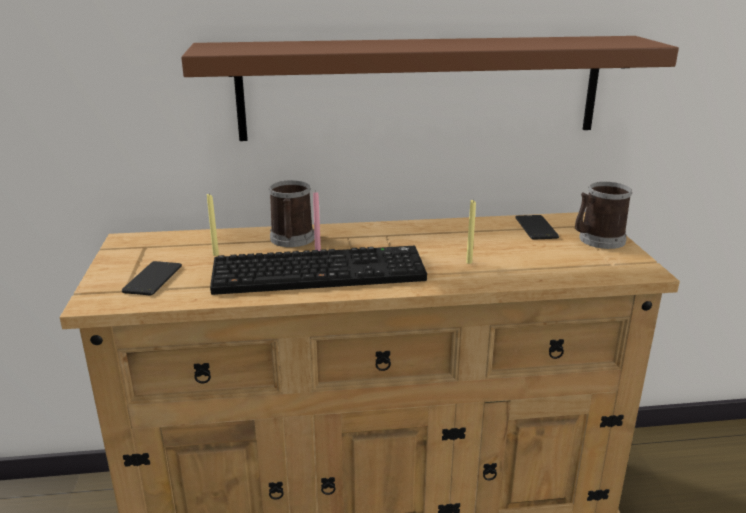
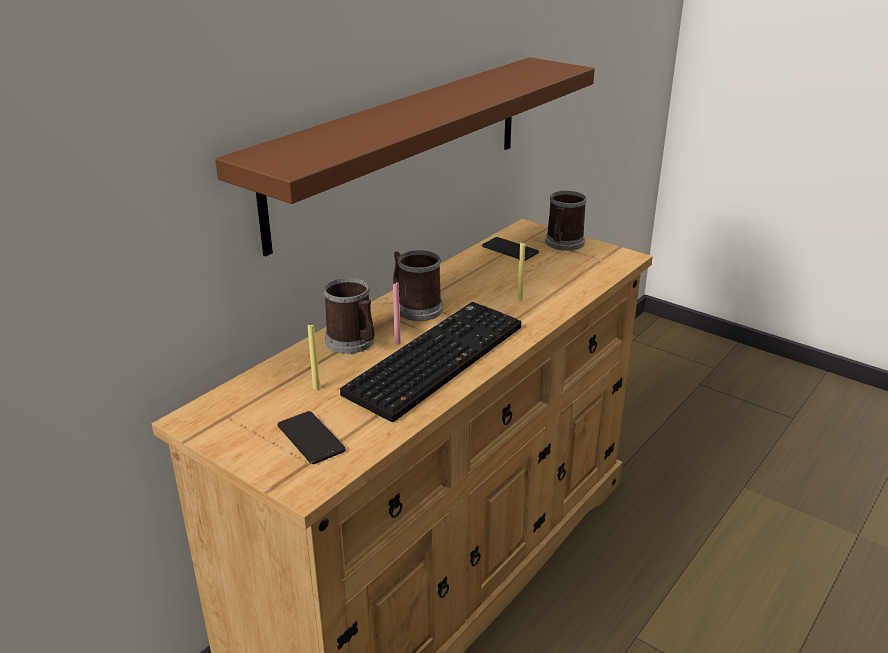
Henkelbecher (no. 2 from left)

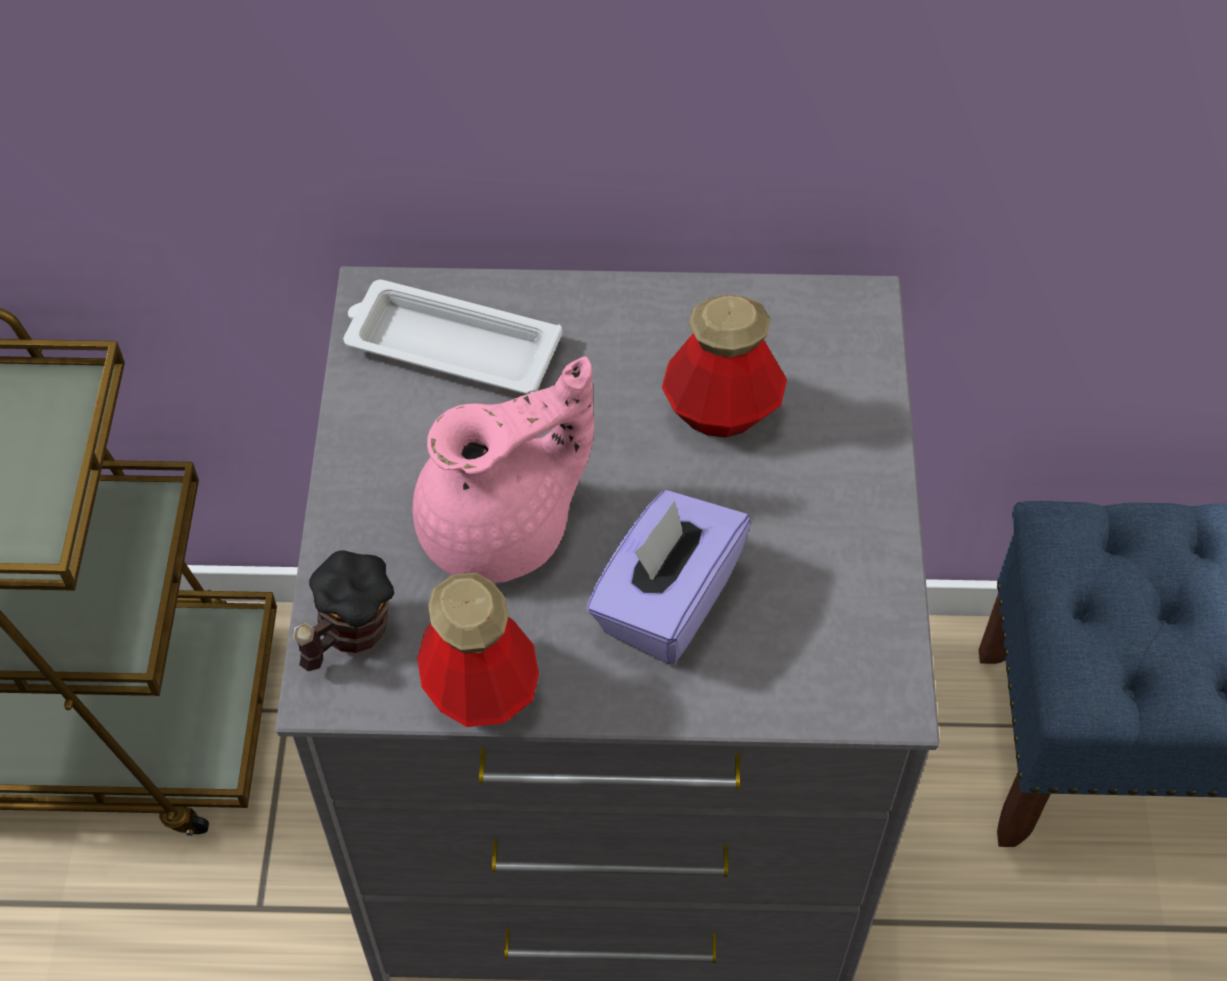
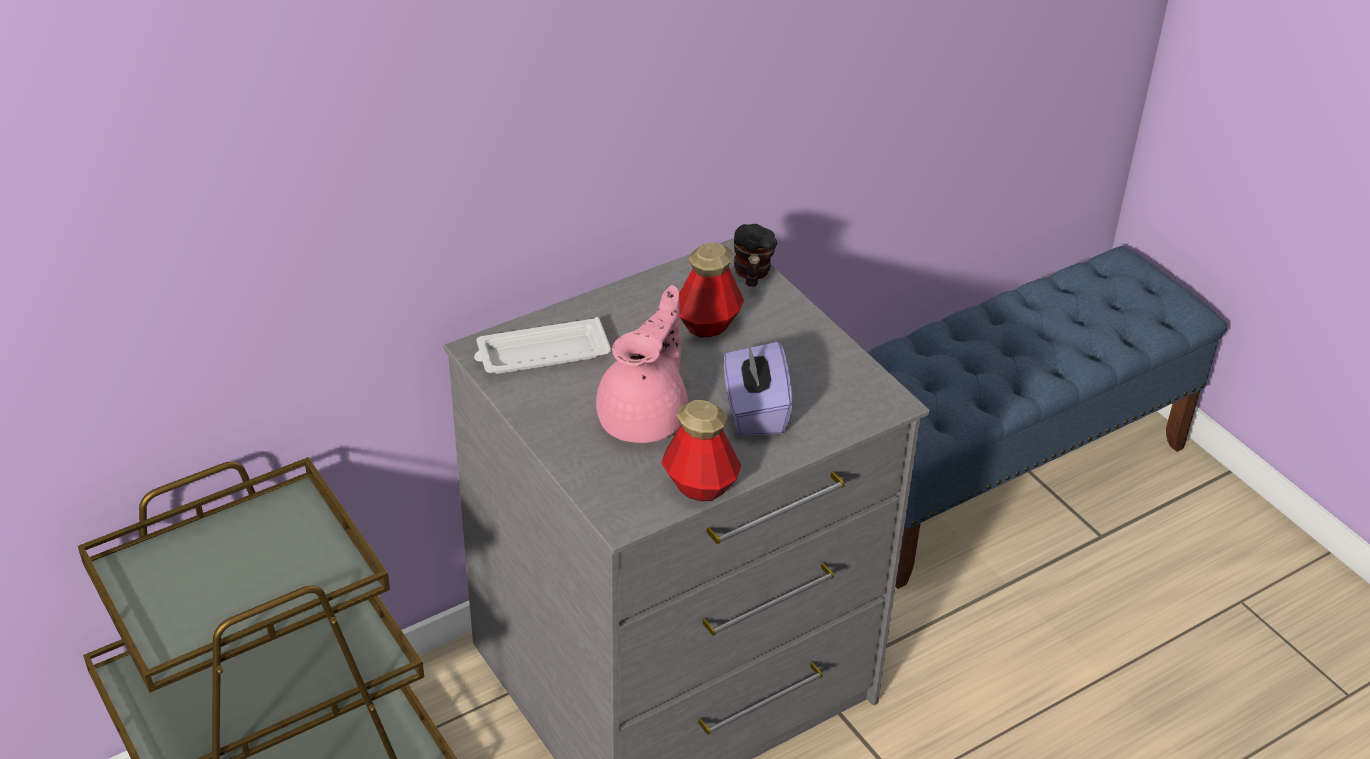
Henkelbecher

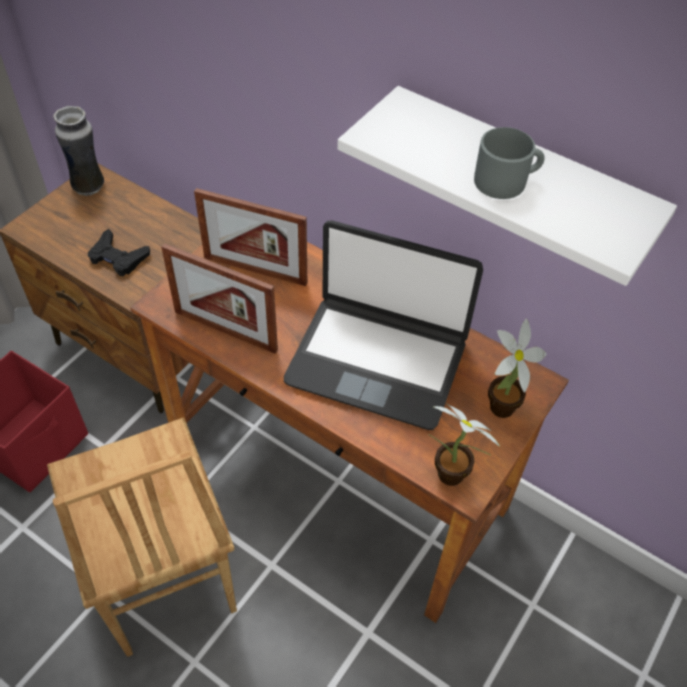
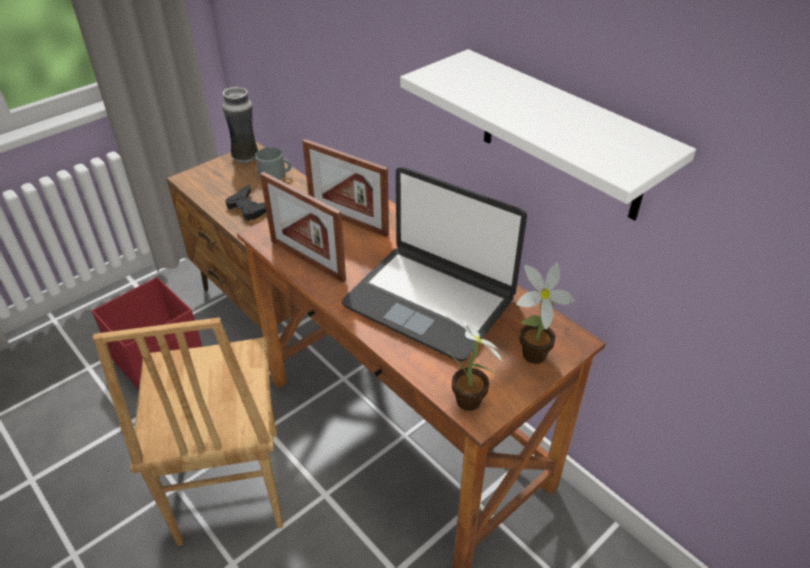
Henkelbecher/grau

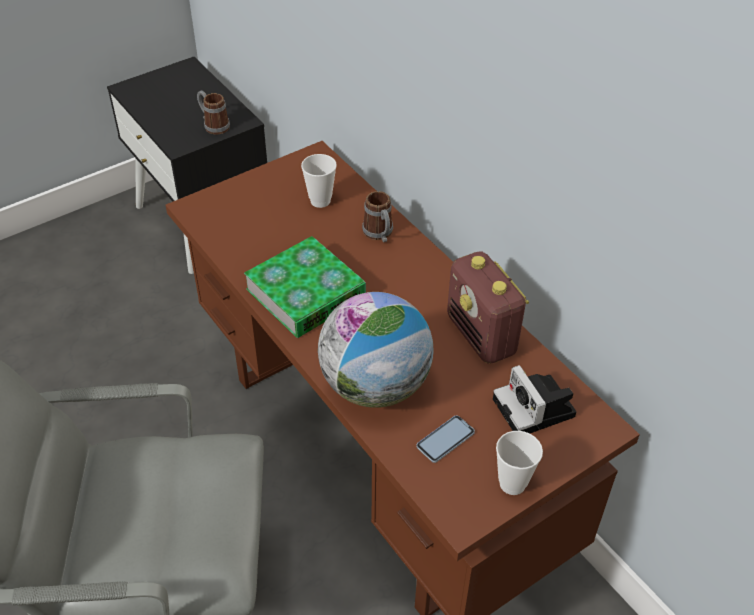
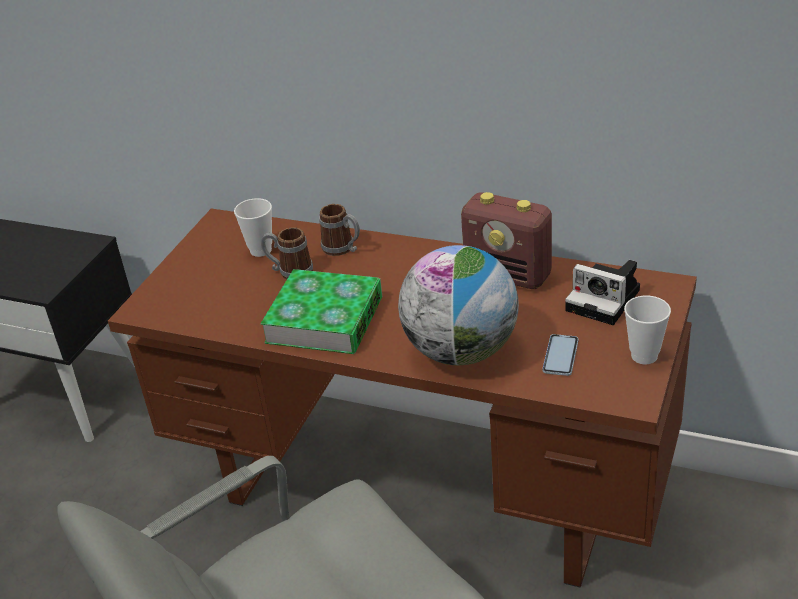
Henkelbecher (no. 1 from left)

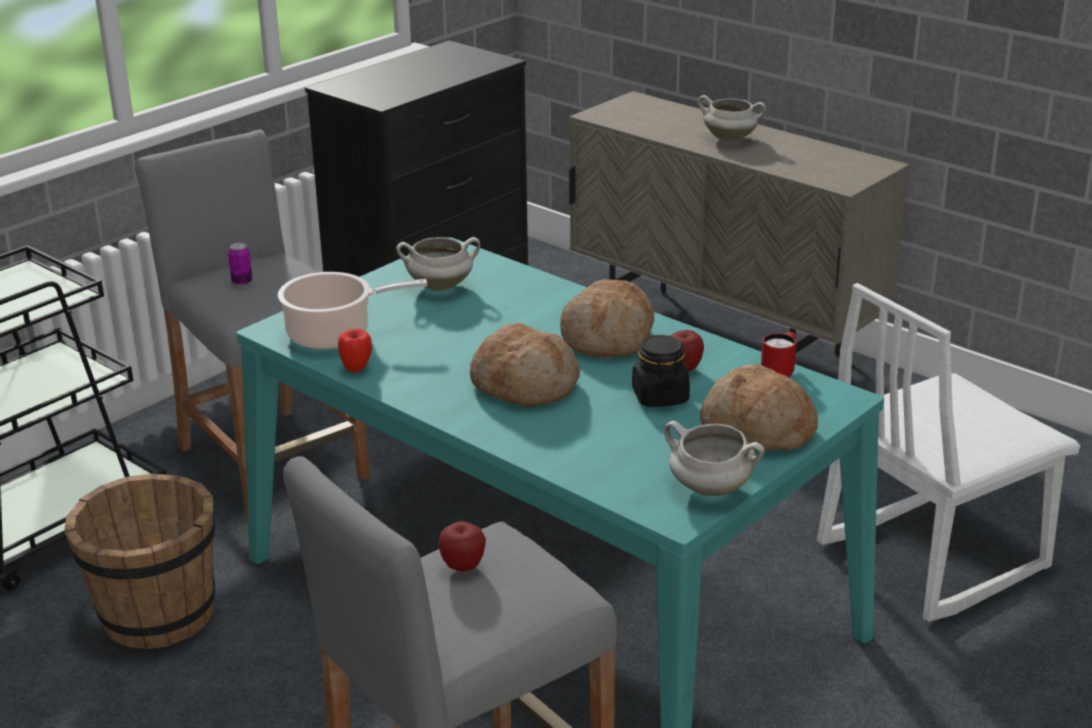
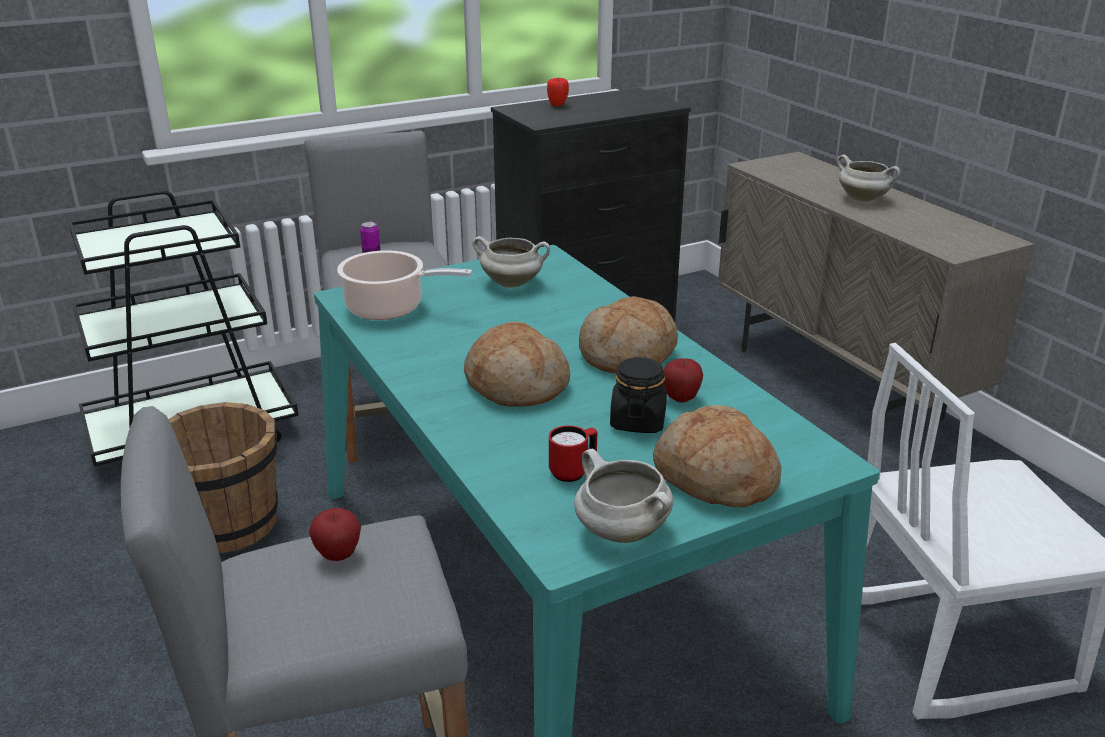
Apfel (no. 2 from left)
Henkelbecher/rot

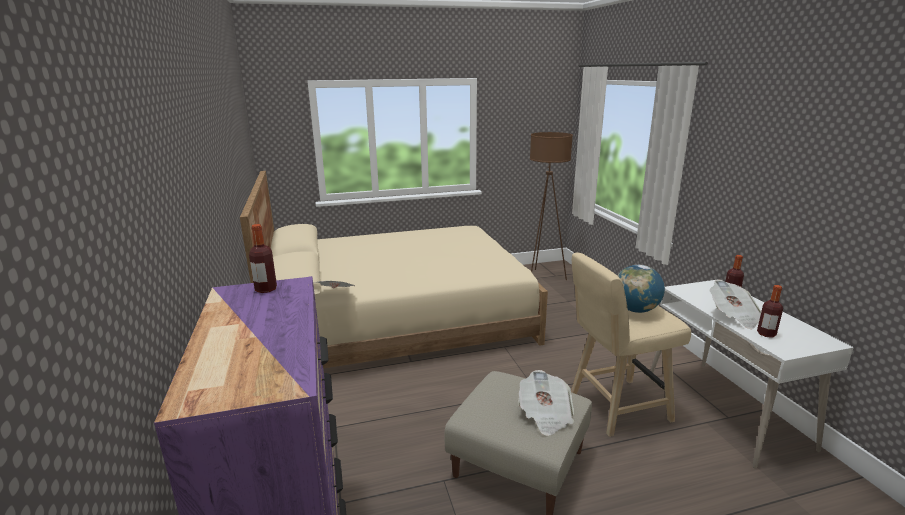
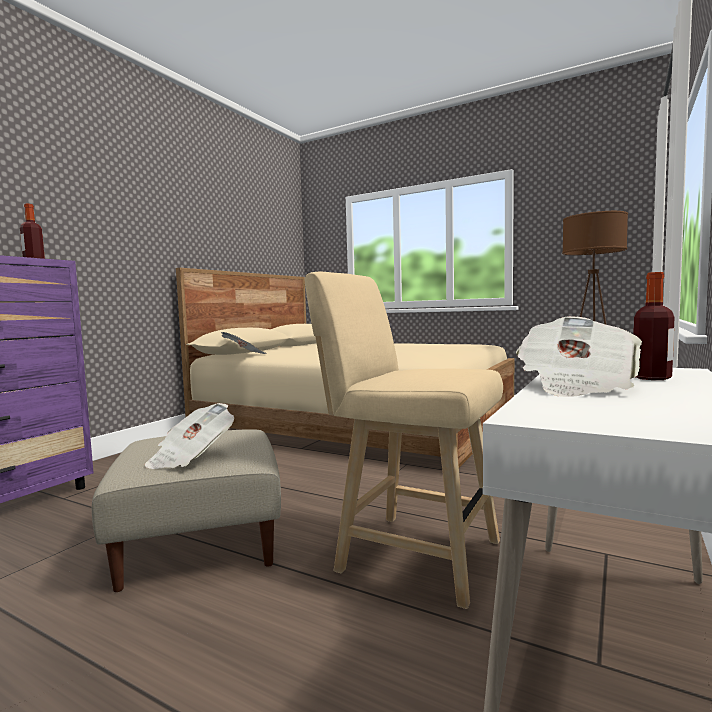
Globus
Flasche (no. 3 from left in the first image)

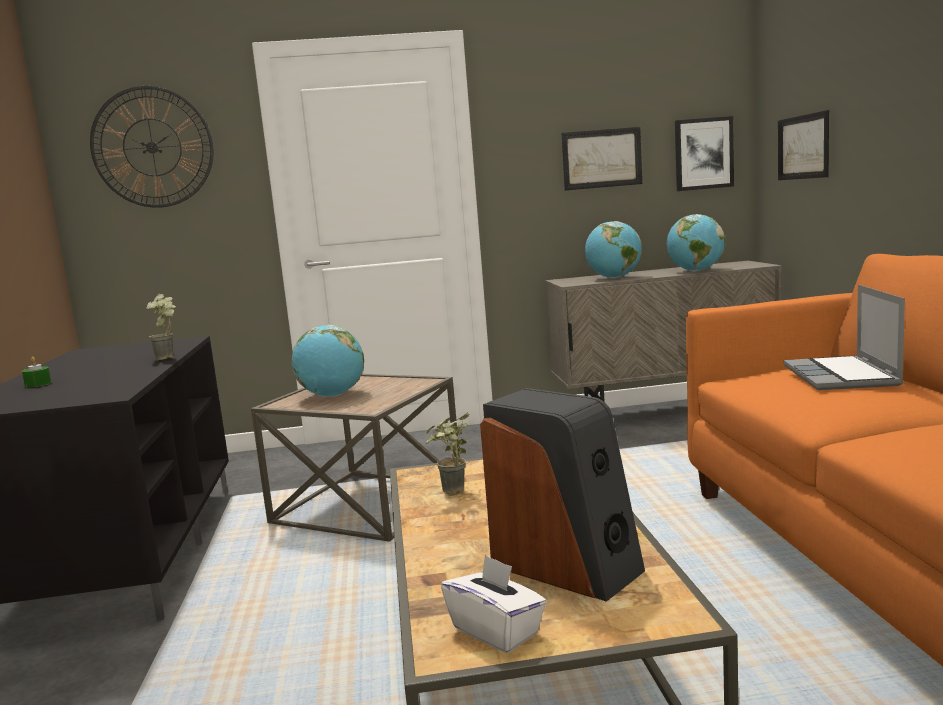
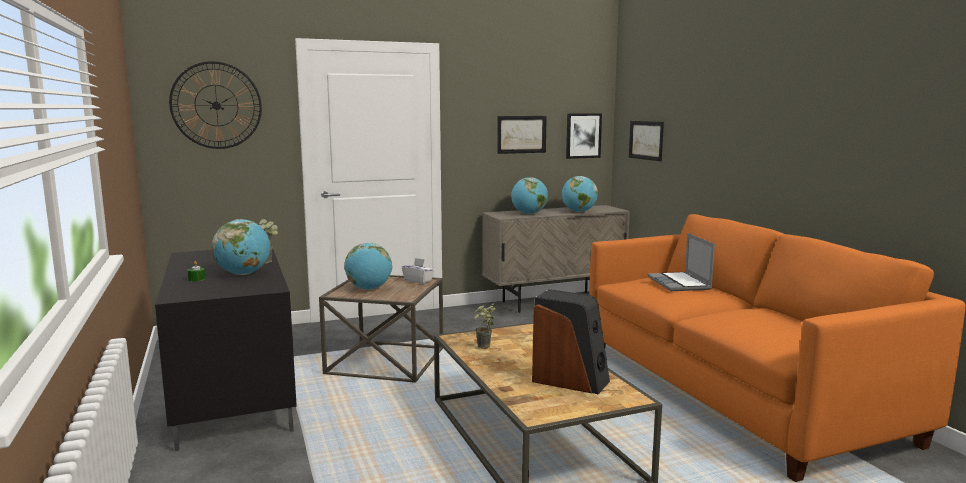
Globus (no. 1 from left)
Taschentuchbox/weiß

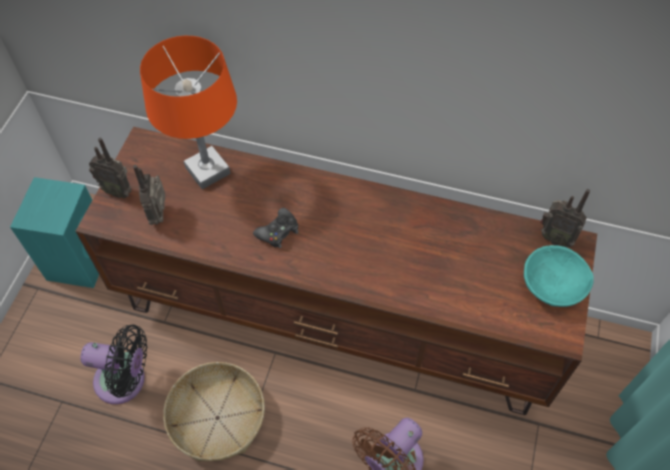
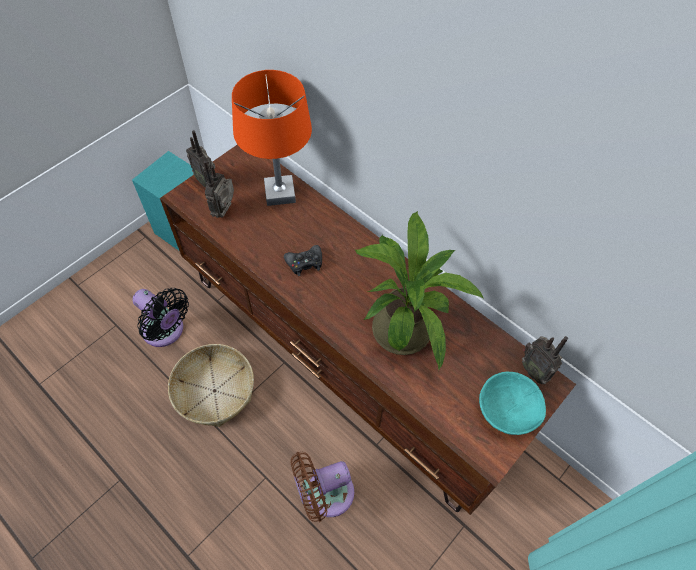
Topfpflanze

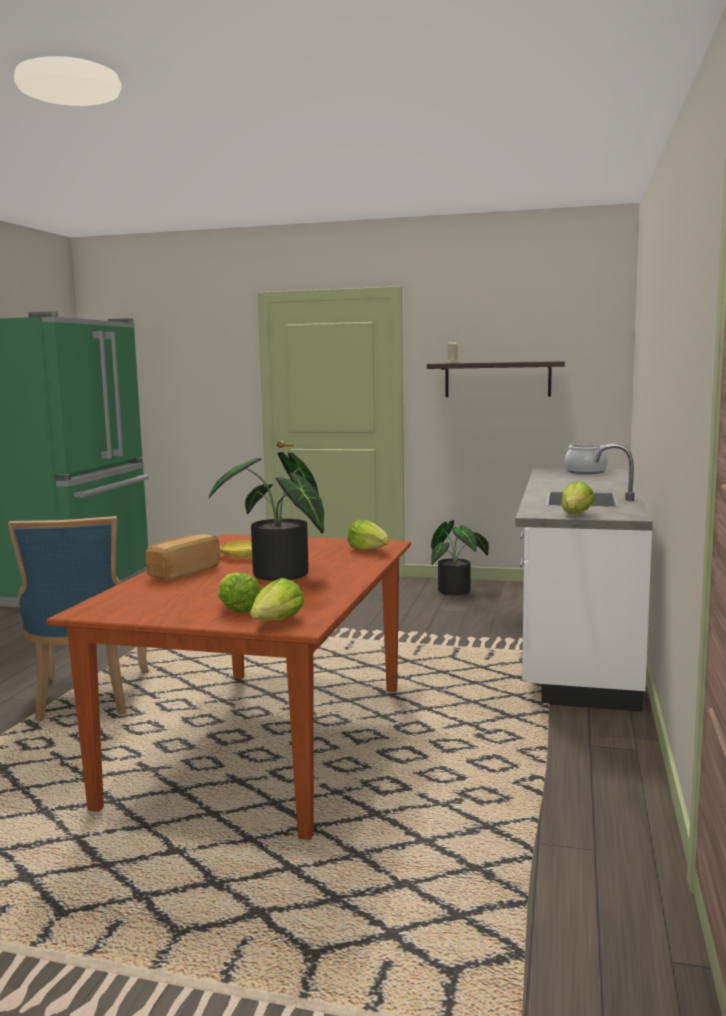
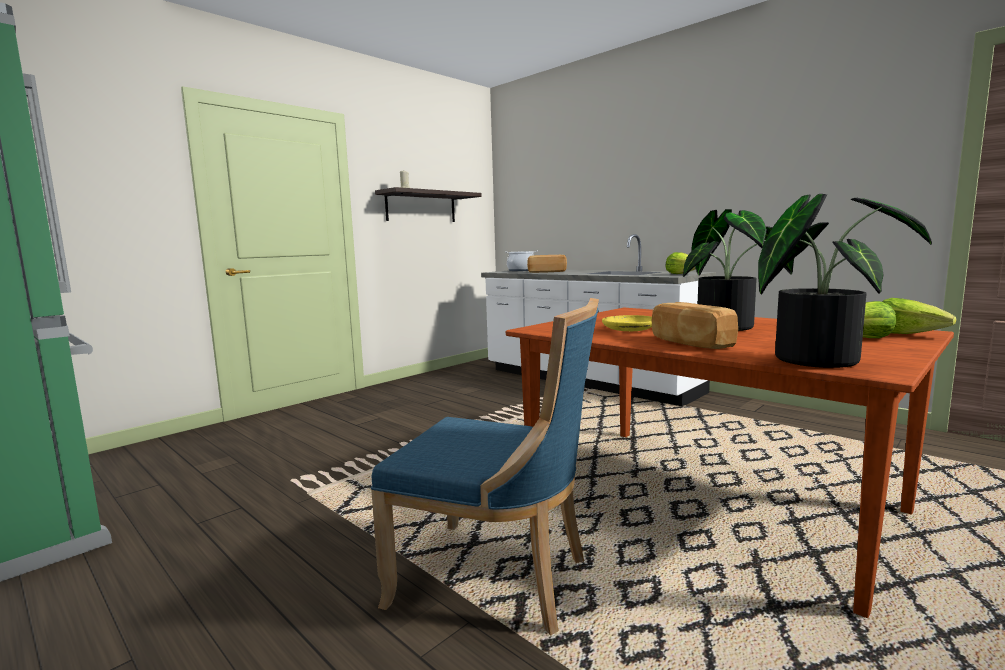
Salatkopf (no. 3 from left in the first image)
Brot (no. 1 from left)
Topfpflanze (no. 2 from left)

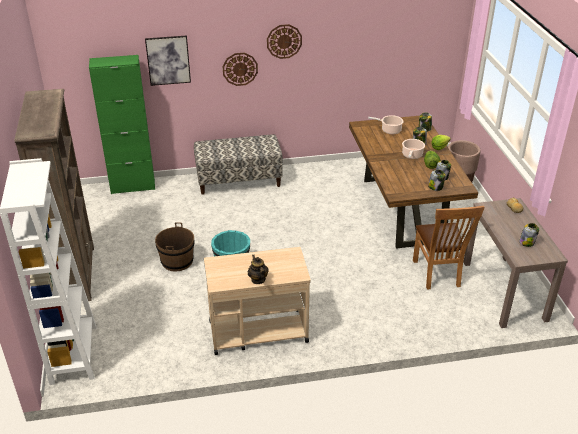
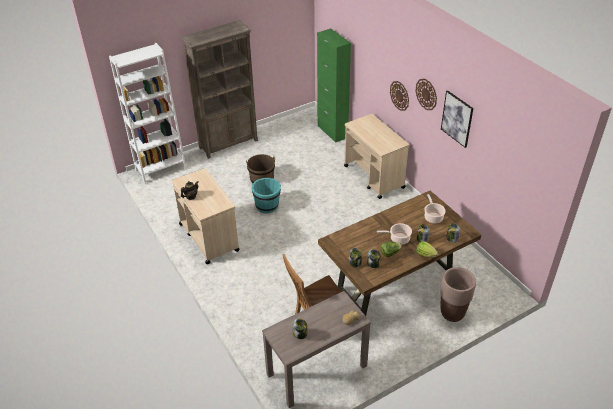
Bild
Rollwagen/beige (no. 2 from left)

